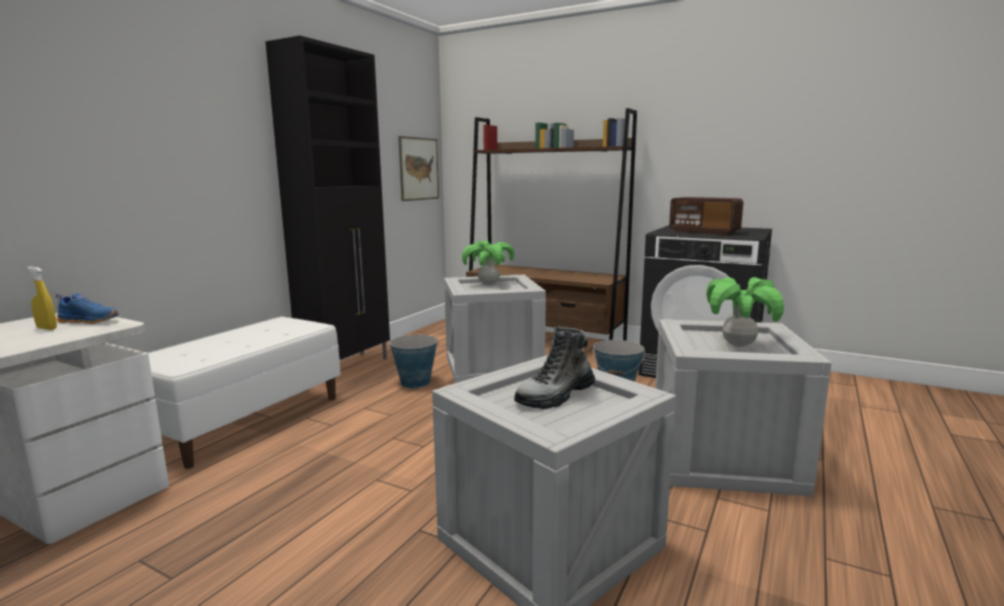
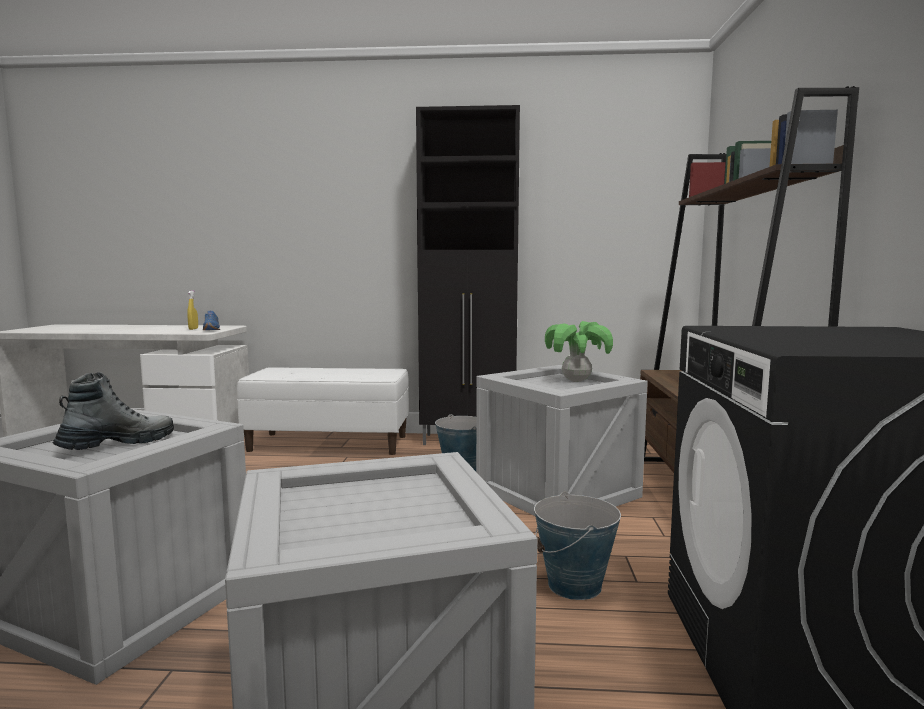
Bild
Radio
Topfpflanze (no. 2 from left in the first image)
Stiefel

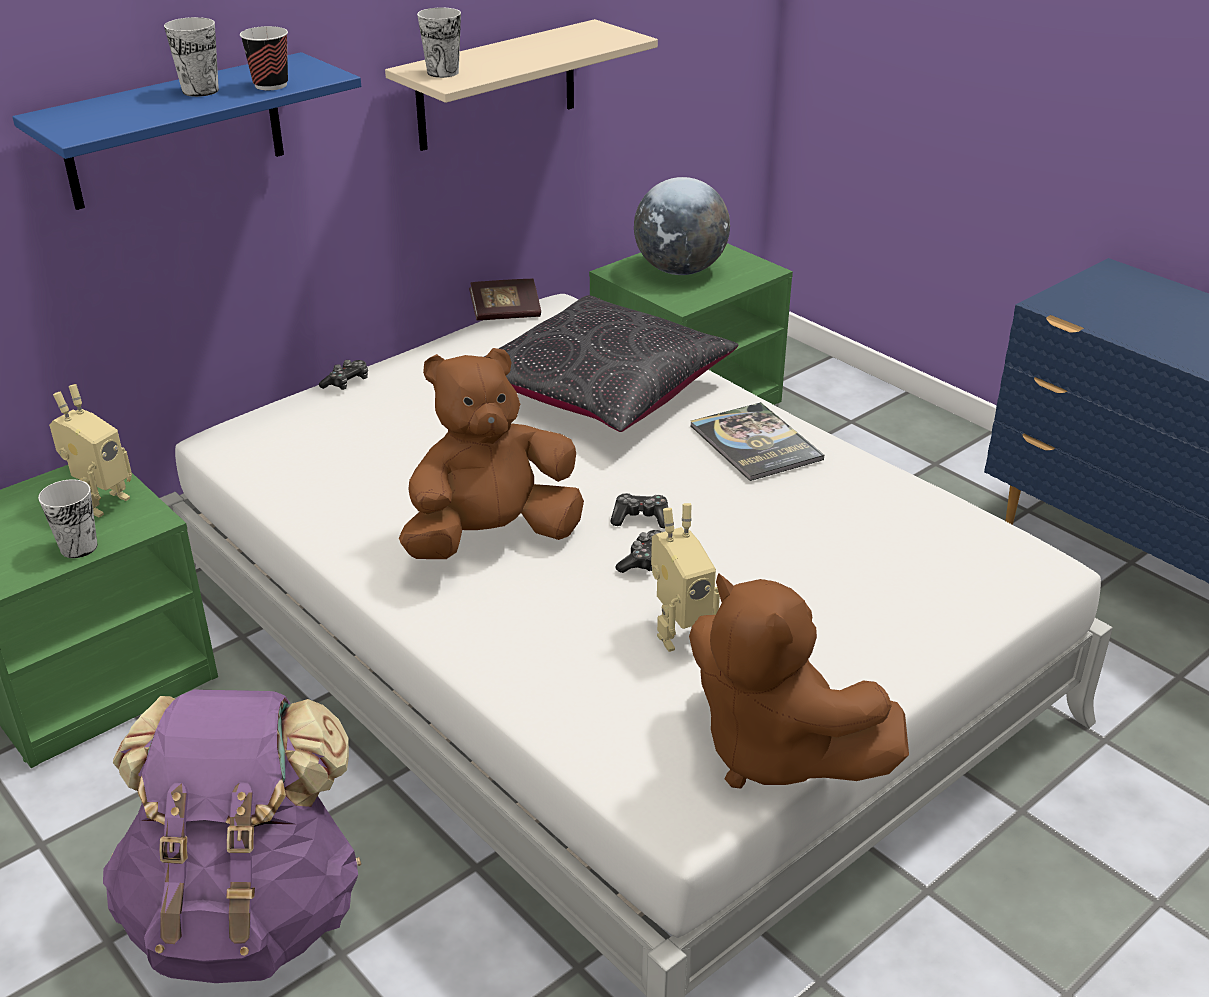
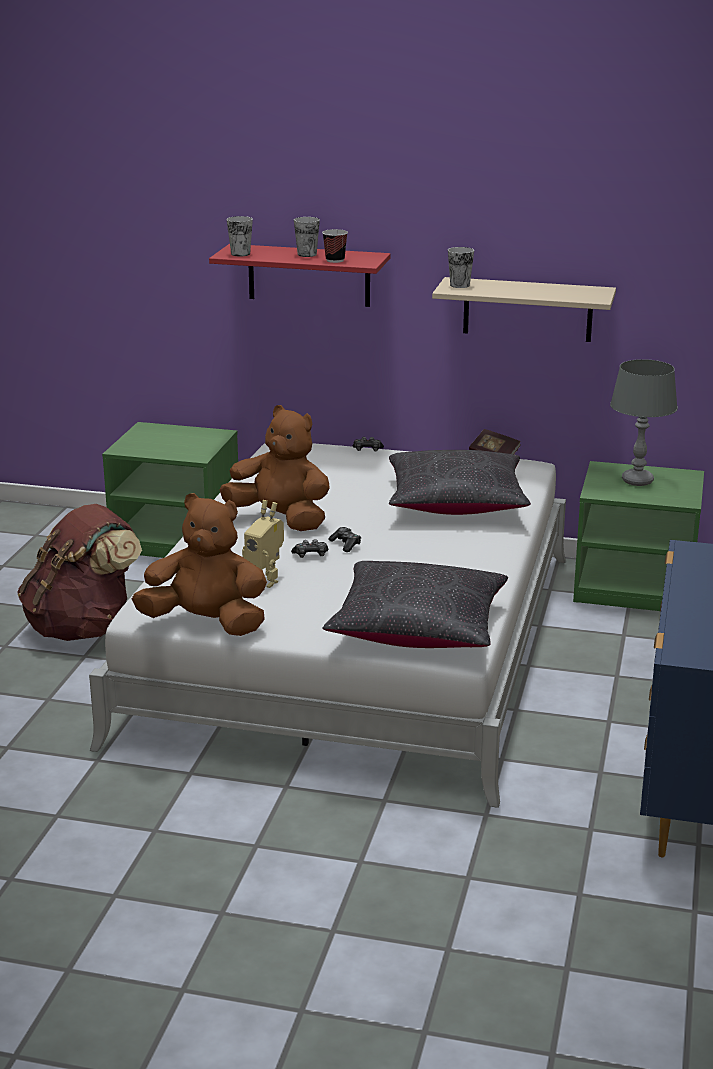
Spielzeugroboter (no. 1 from left in the first image)
Buch (no. 2 from left in the first image)
Kissen/schwarz (no. 1 from left)
Tasse (no. 1 from left)
Tischlampe/grau
Wandregal/rot
Rucksack/braun
Plüschtier/braun (no. 1 from left)

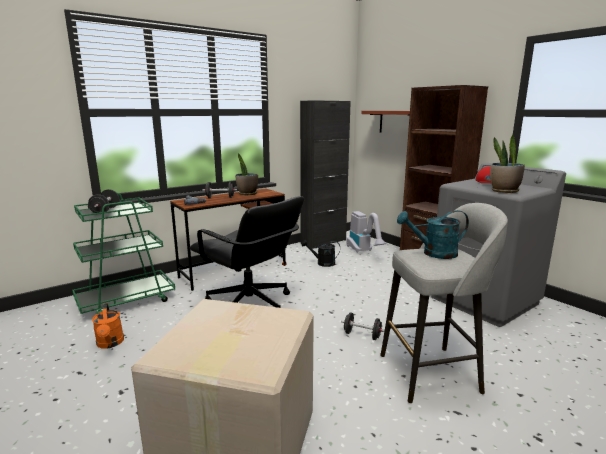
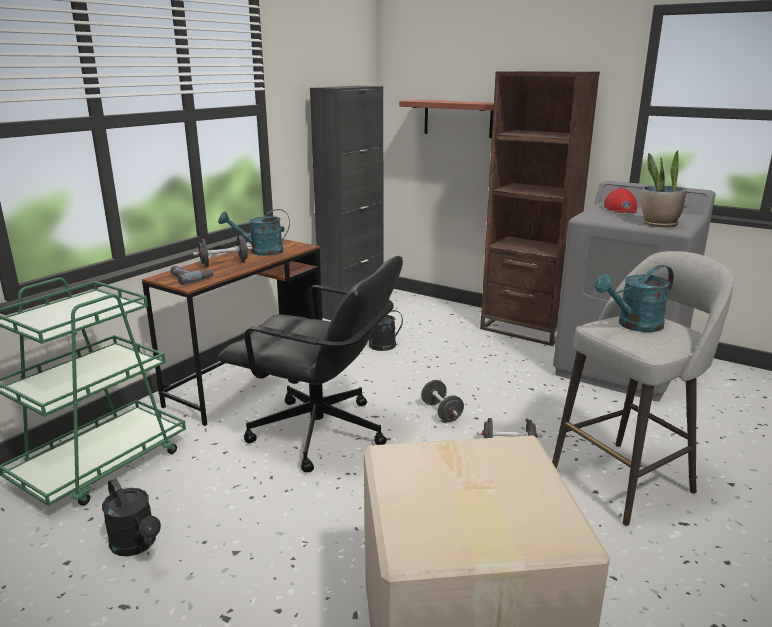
Staubsauger
Hantel/schwarz (no. 2 from left)
Gießkanne/türkis (no. 1 from left)
Gießkanne/schwarz (no. 1 from left)

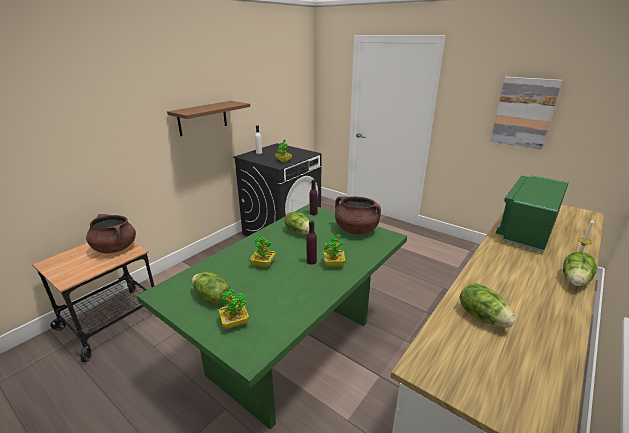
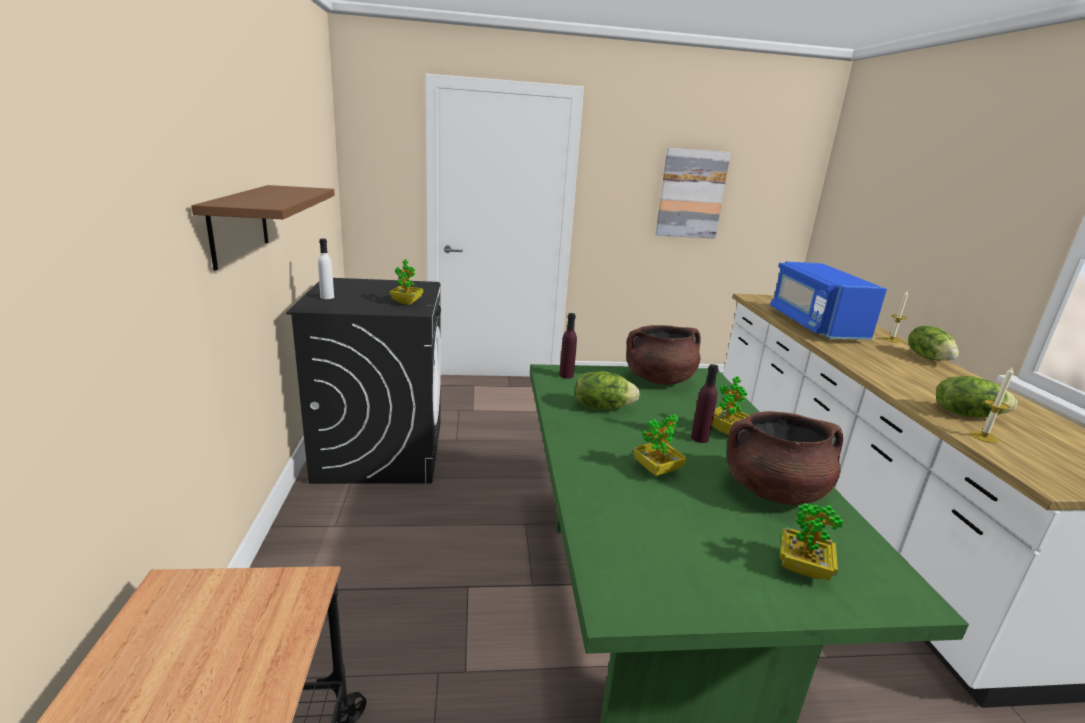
Salatkopf (no. 1 from left in the first image)
Kerze (no. 2 from left)
Kochtopf/braun (no. 2 from left)
Mikrowelle/blau

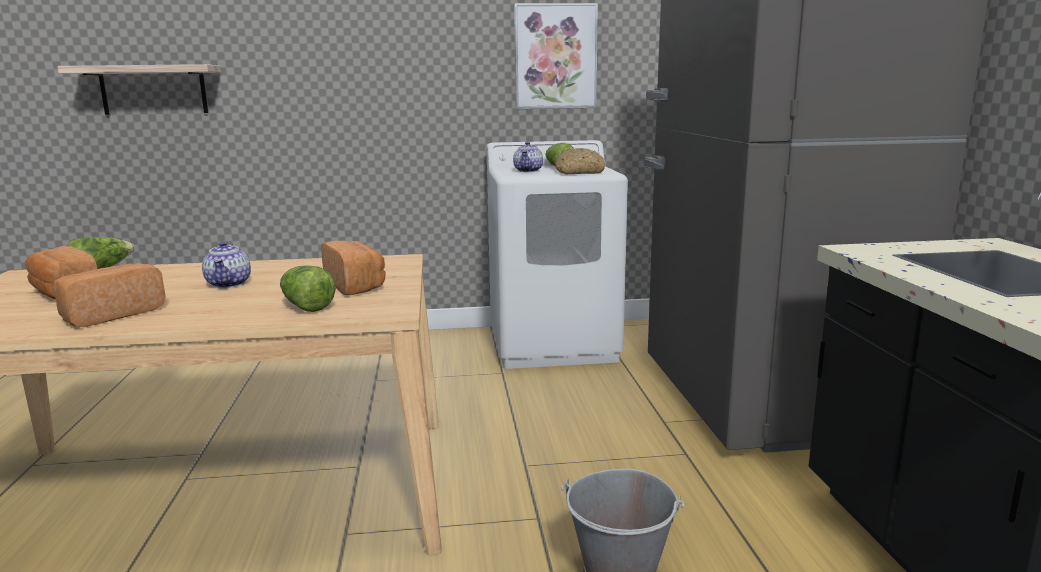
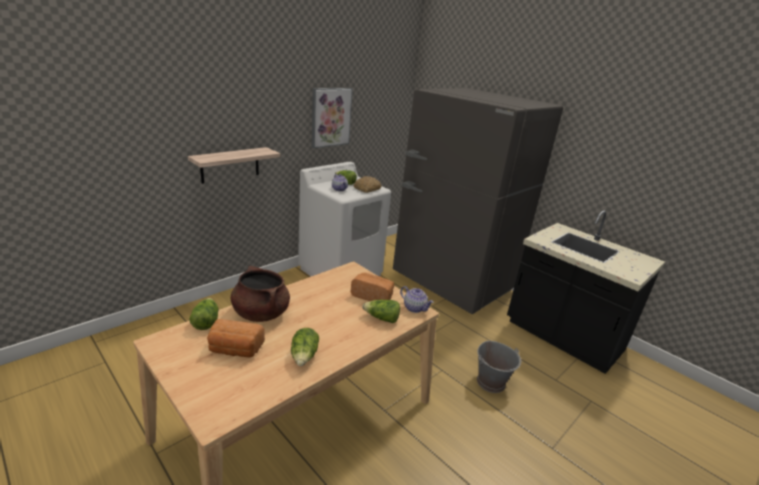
Kochtopf/braun
Wandregal
Teekanne (no. 2 from left)
Salatkopf (no. 2 from left)

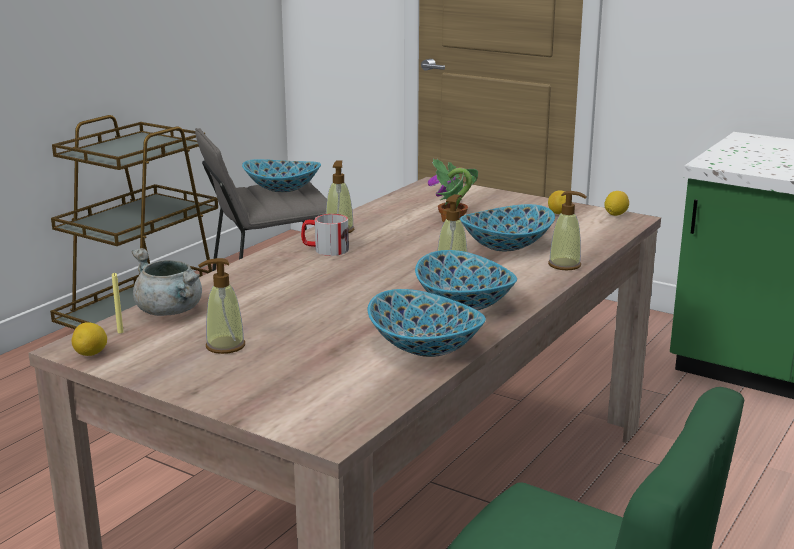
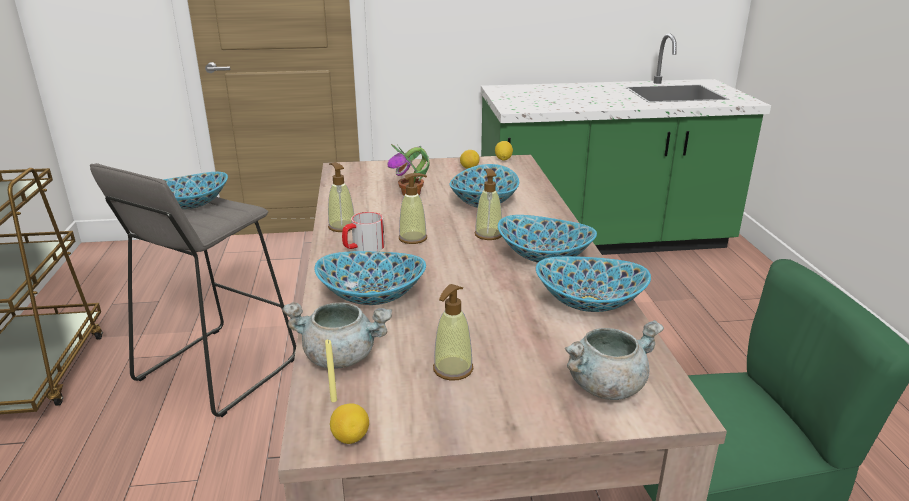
Schüssel (no. 2 from left)
Kochtopf/grau (no. 2 from left)
Seifenspender (no. 2 from left)

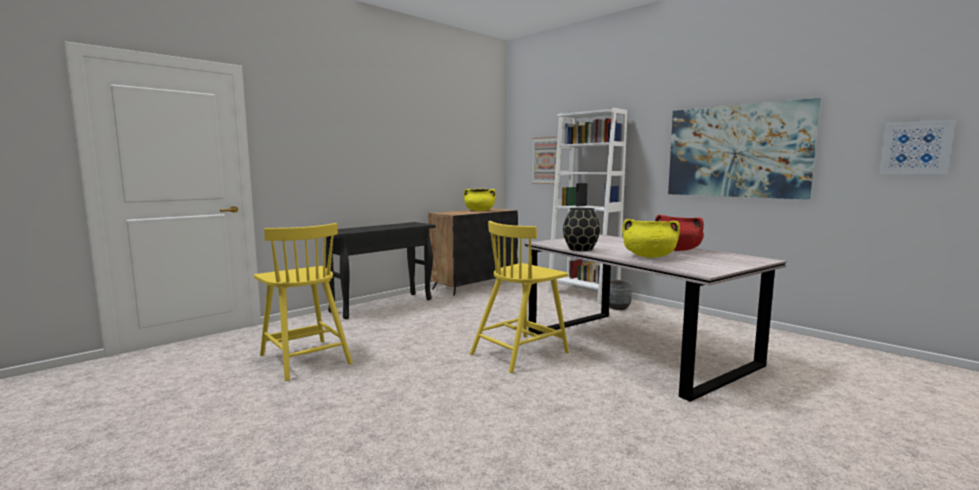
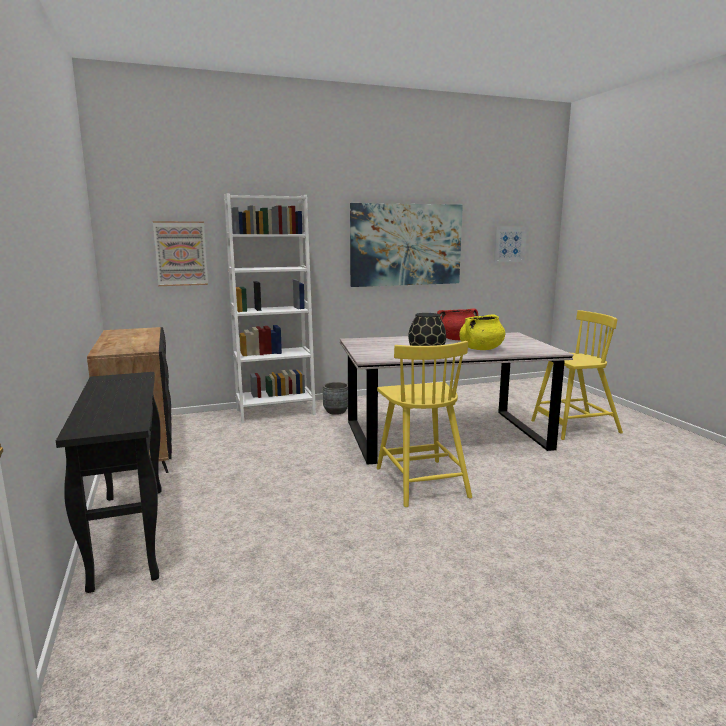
Kochtopf/gelb (no. 1 from left in the first image)
Stuhl/gelb (no. 2 from left)

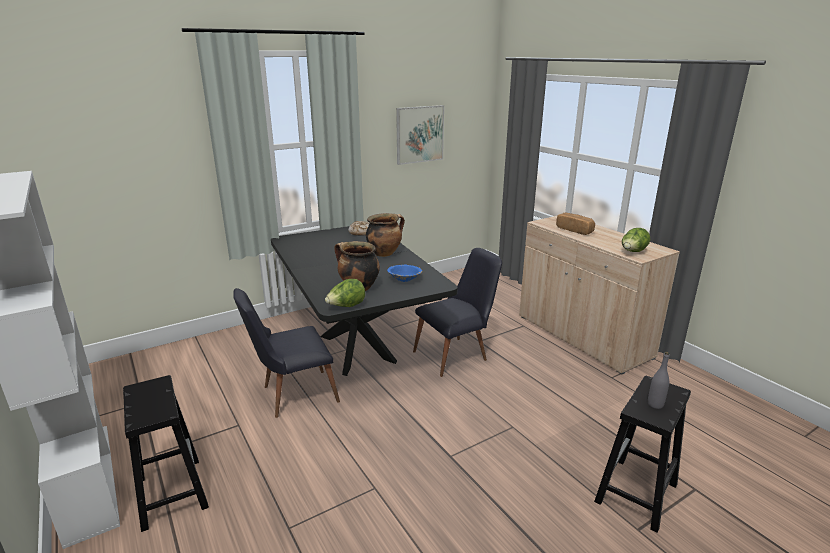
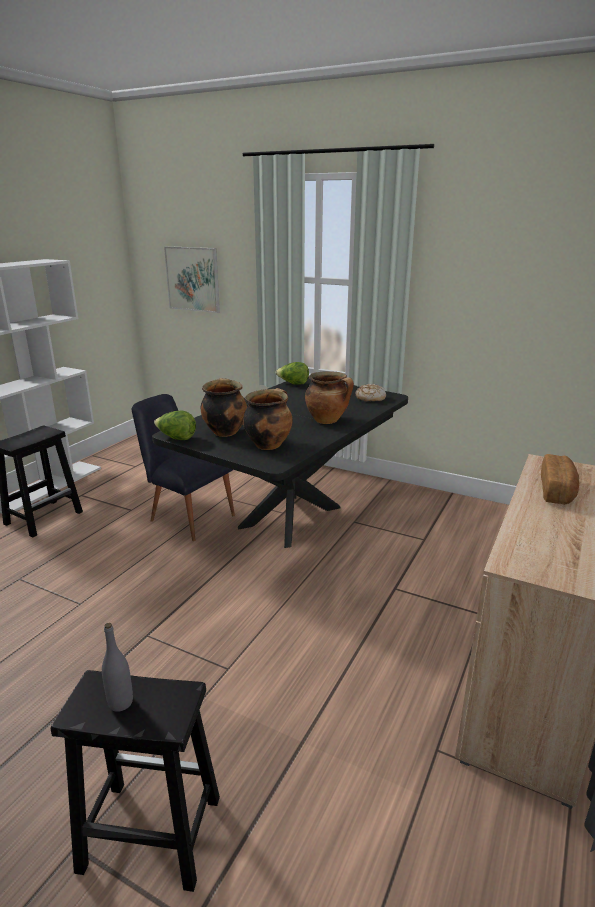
Stuhl/schwarz (no. 2 from left in the first image)
Bild
Salatkopf (no. 2 from left)
Kochtopf (no. 2 from left)

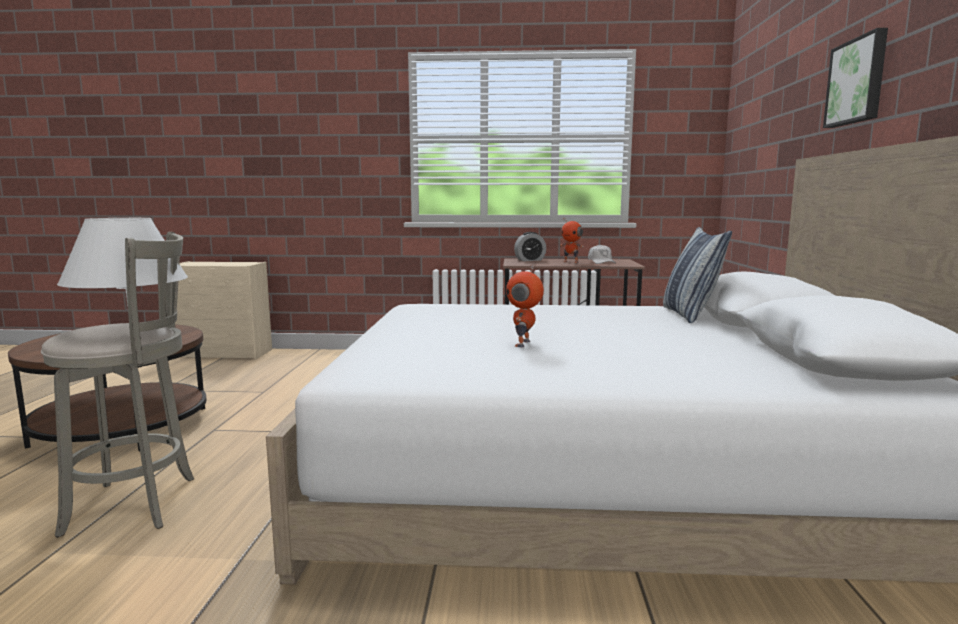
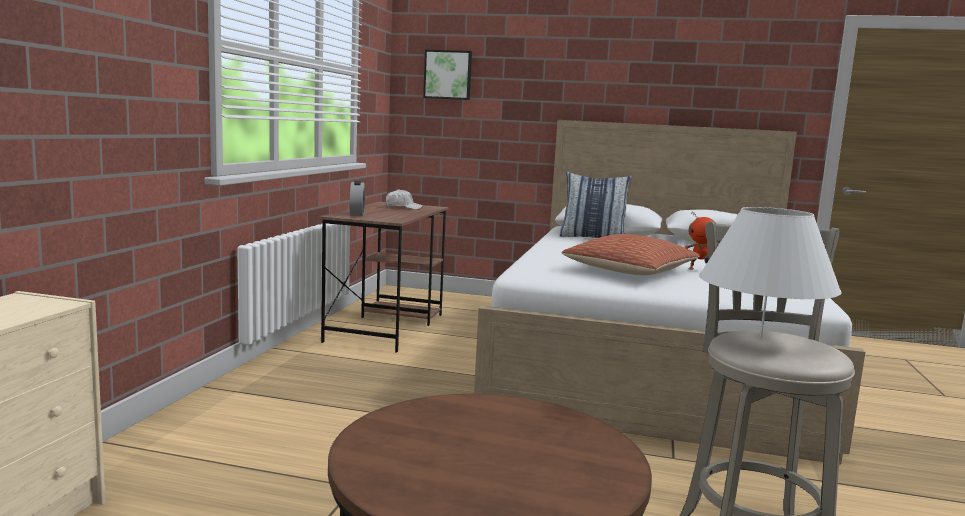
Spielzeugroboter (no. 2 from left in the first image)
Kissen (no. 2 from left)
Bild

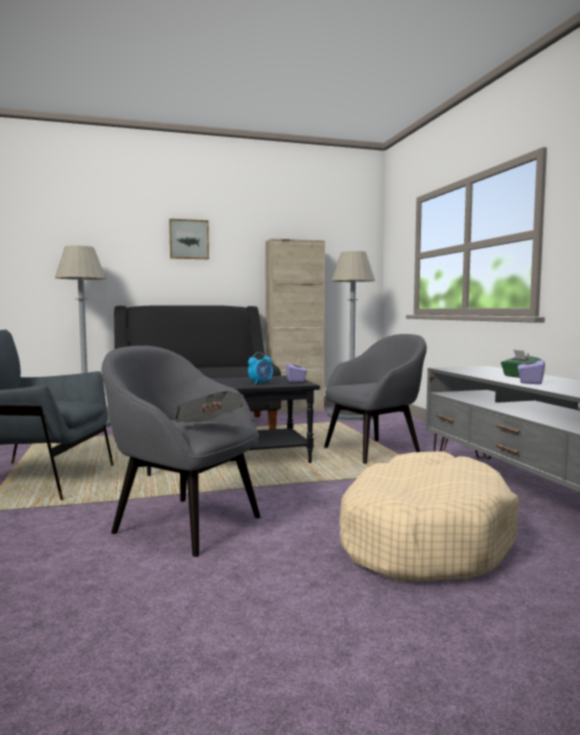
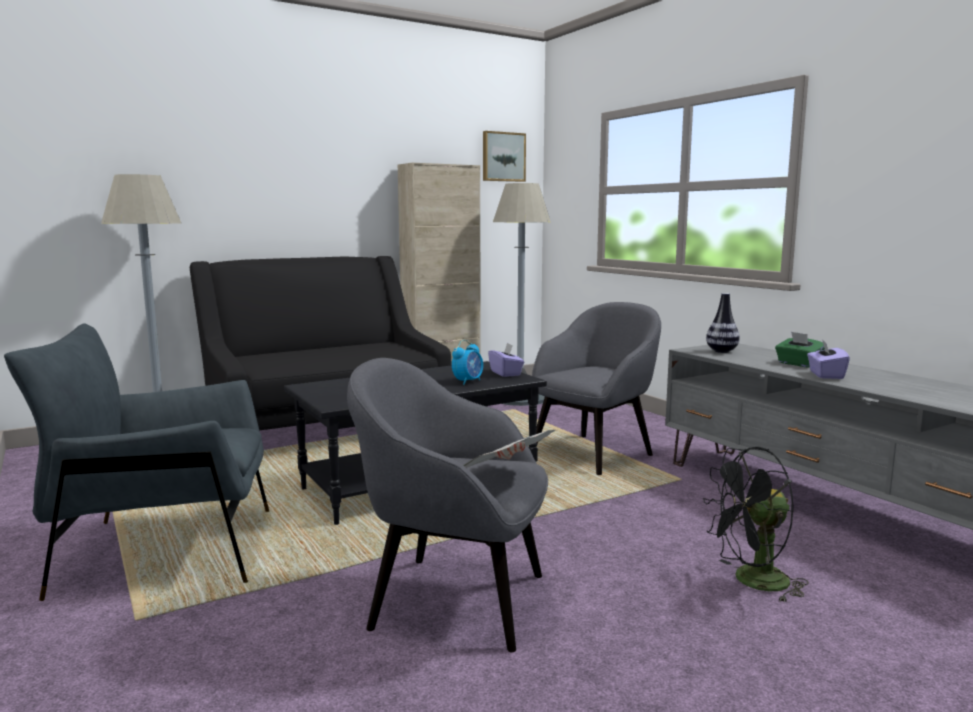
Vase
Bild
Ventilator/schwarz

